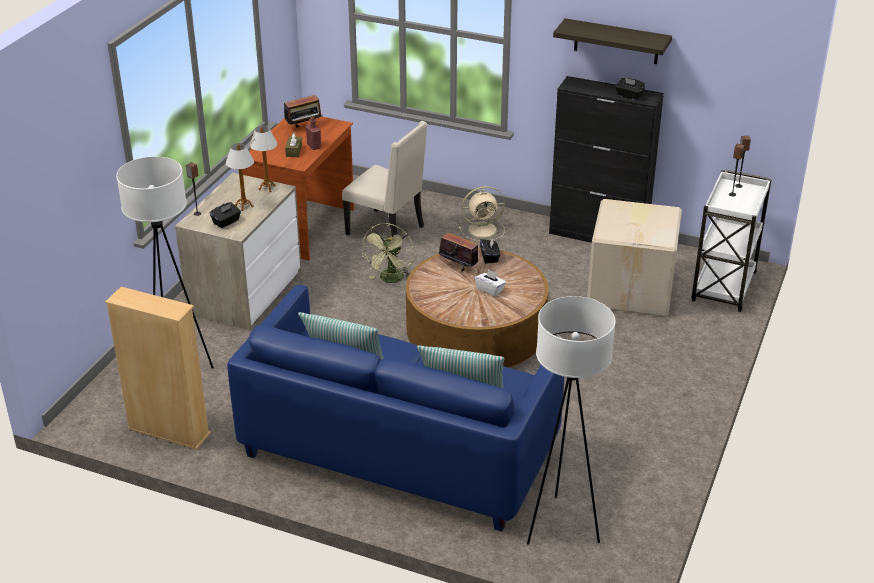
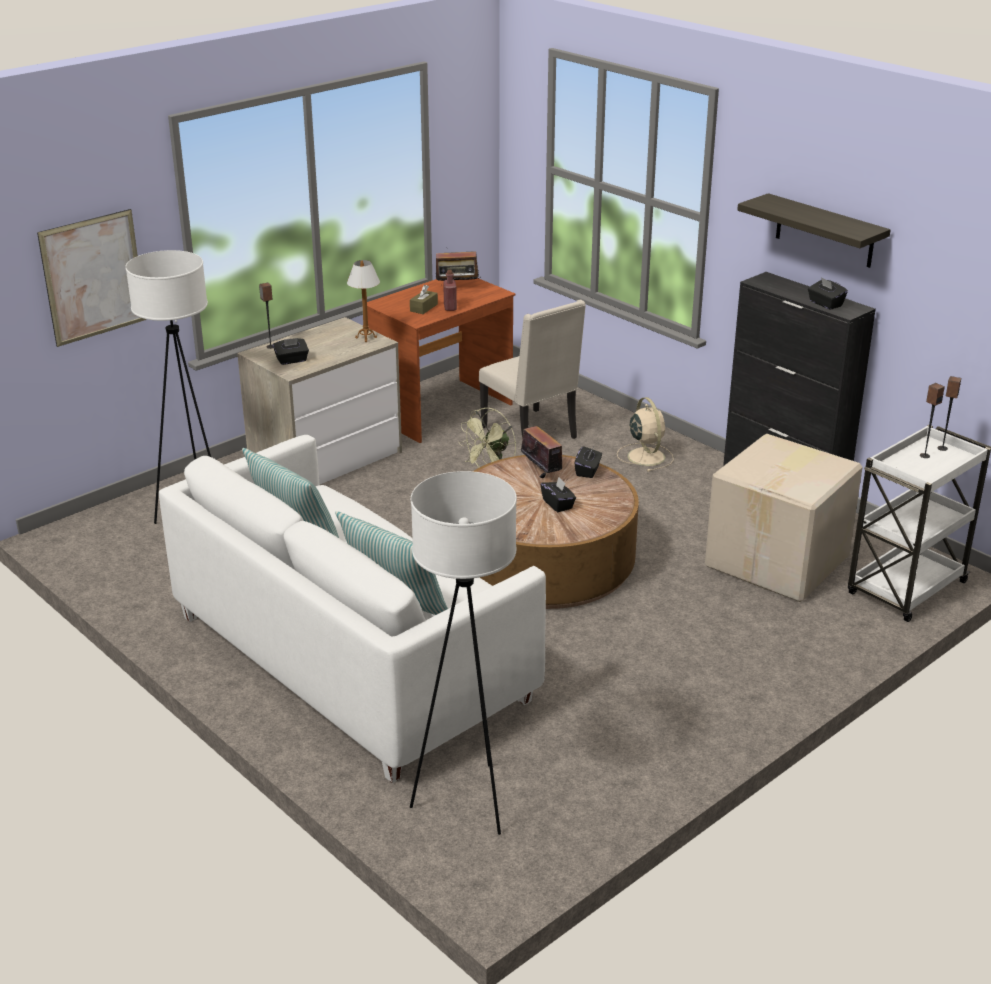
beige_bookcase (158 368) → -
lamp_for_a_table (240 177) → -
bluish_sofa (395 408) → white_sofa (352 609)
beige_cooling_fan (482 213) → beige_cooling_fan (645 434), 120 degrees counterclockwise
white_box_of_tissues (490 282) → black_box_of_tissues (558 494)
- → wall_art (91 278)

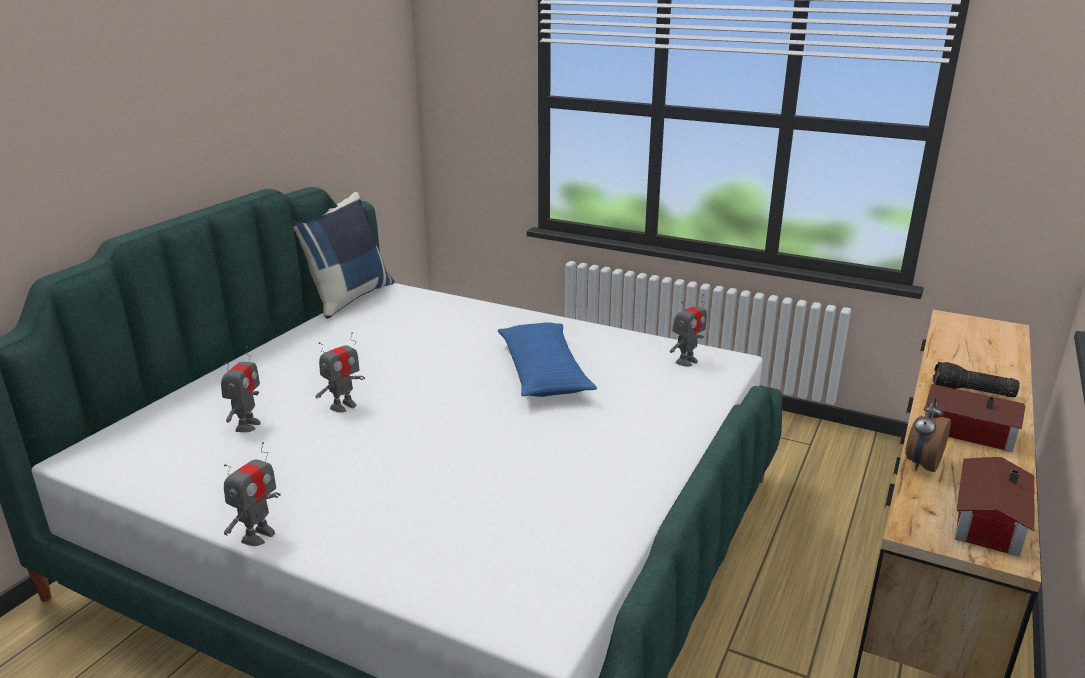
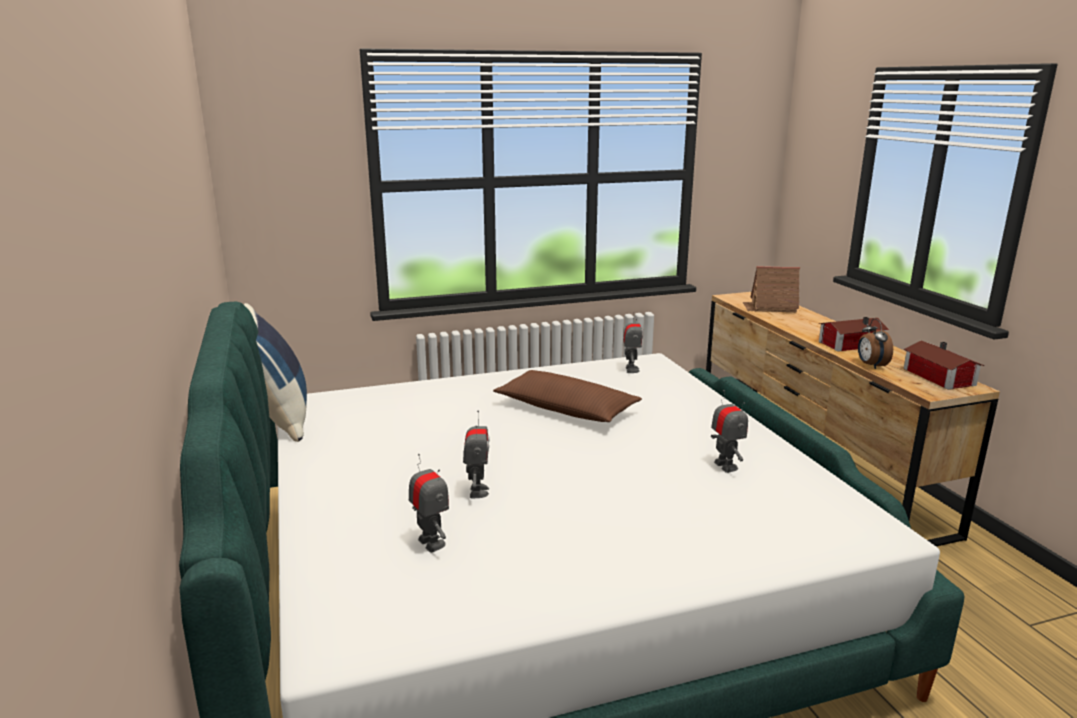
toy_robot (252 494) → toy_robot (729 431), relocated
bluish_pillow (547 359) → brown-coloured_pillow (567 396)
hand_torch (976 379) → -
- → miniature_house (771 289)

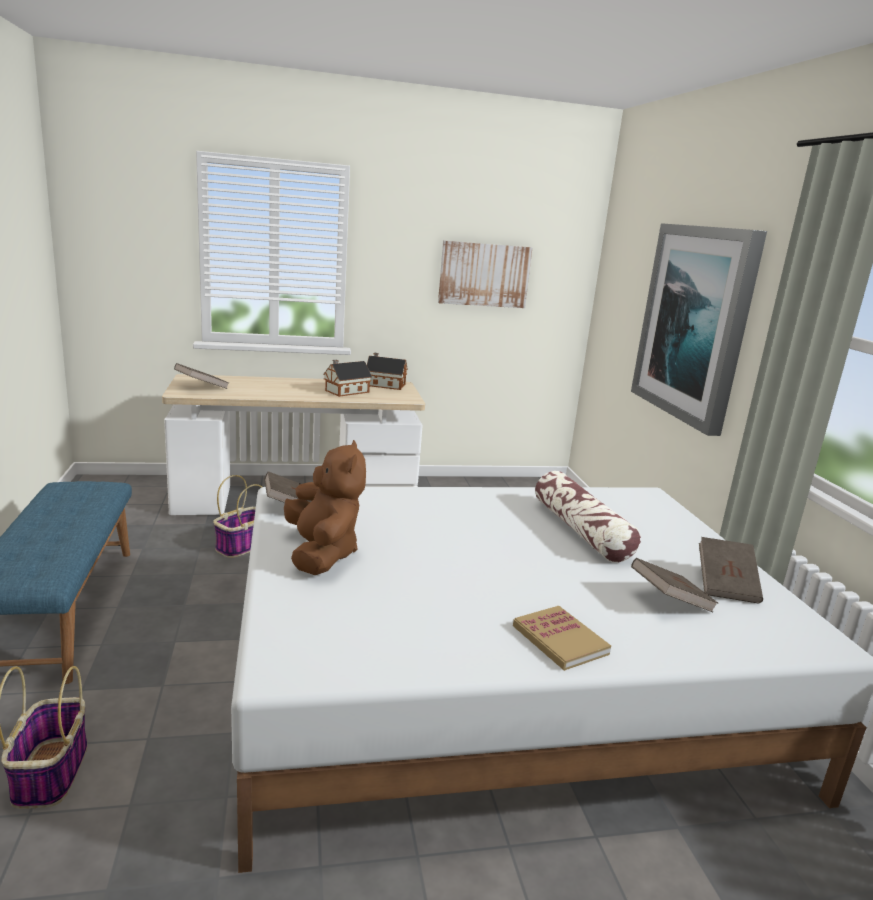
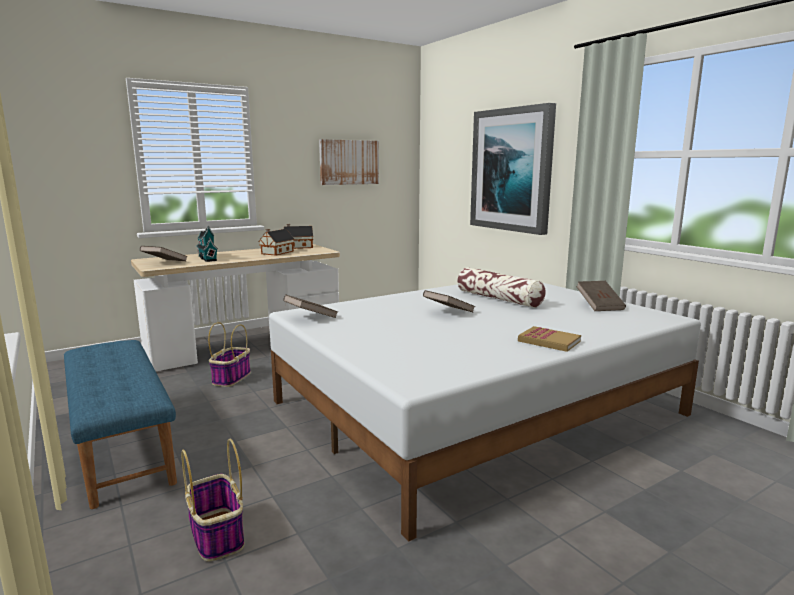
brown-coloured_soft_toy (325 507) → -
brown-coloured_bound_book (674 585) → brown-coloured_bound_book (449 301), relocated
- → miniature_house (207 243)

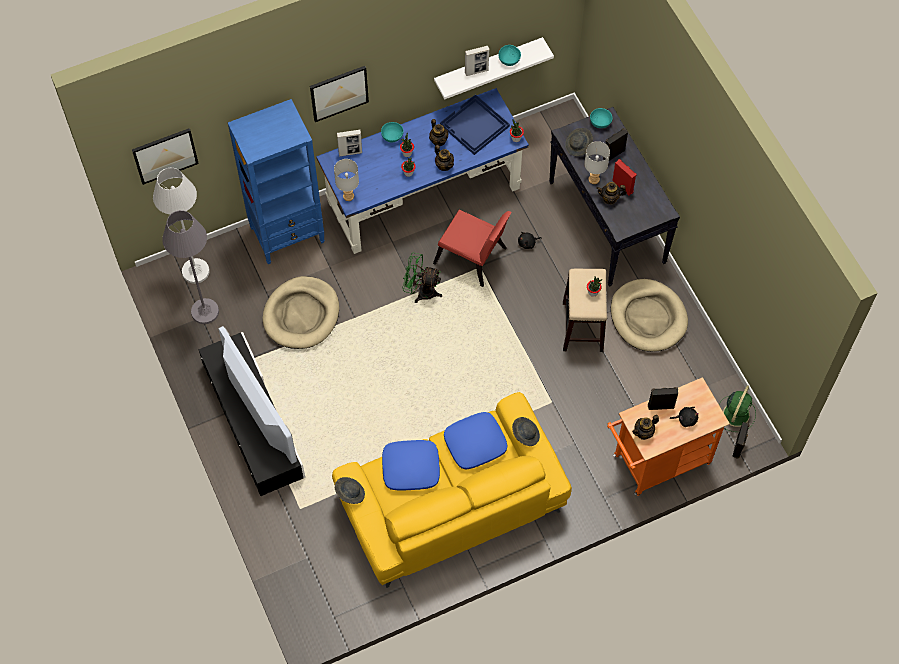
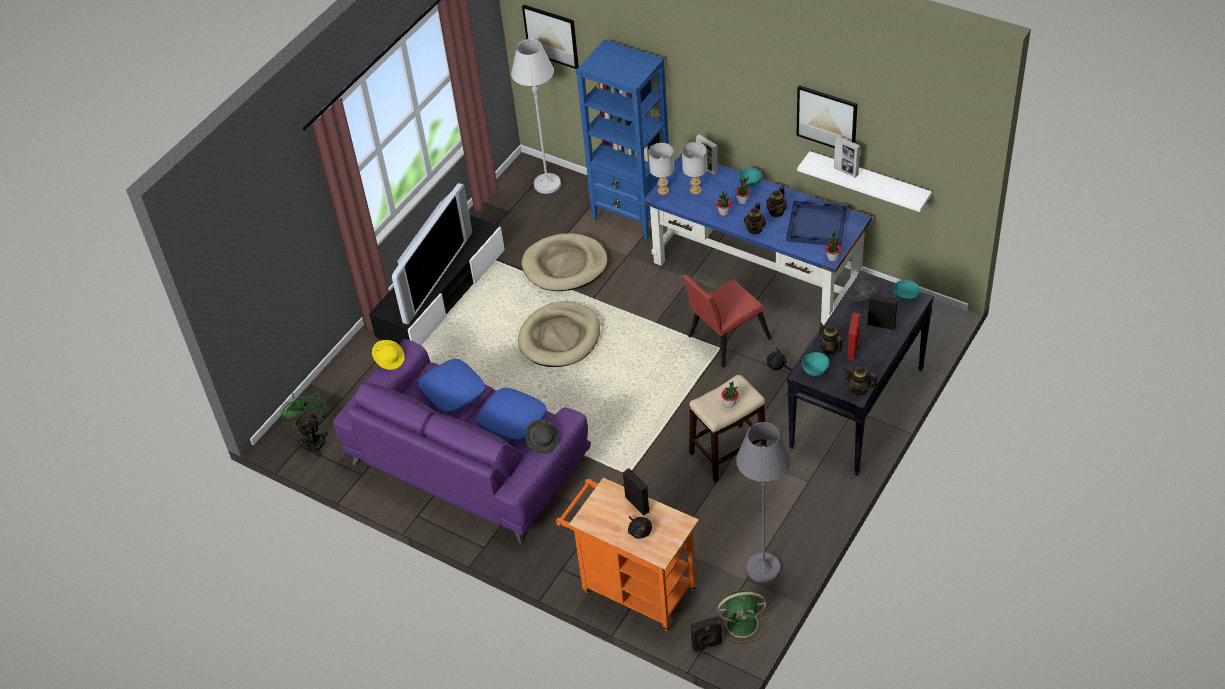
greyish_floor_lamp (190 267) → greyish_floor_lamp (763 502), relocated
wall_art (339 94) → wall_art (826 116), relocated
yellow_sofa (452 490) → purplish_sofa (462 441)
greyish_clothing_hat (350 490) → yellow_clothing_hat (388 355)
green_cooling_fan (422 277) → green_cooling_fan (304 424), relocated
reddish_upright_chair (472 248) → reddish_upright_chair (727 321), 60 degrees clockwise
turquoise-coloured_deep_dish (509 55) → turquoise-coloured_deep_dish (815 364), relocated
greyish_lamp_for_a_table (597 162) → greyish_lamp_for_a_table (694 168), relocated
beige_dog_bed (649 315) → beige_dog_bed (559 334), relocated
tea_pot (645 427) → tea_pot (860 380), relocated

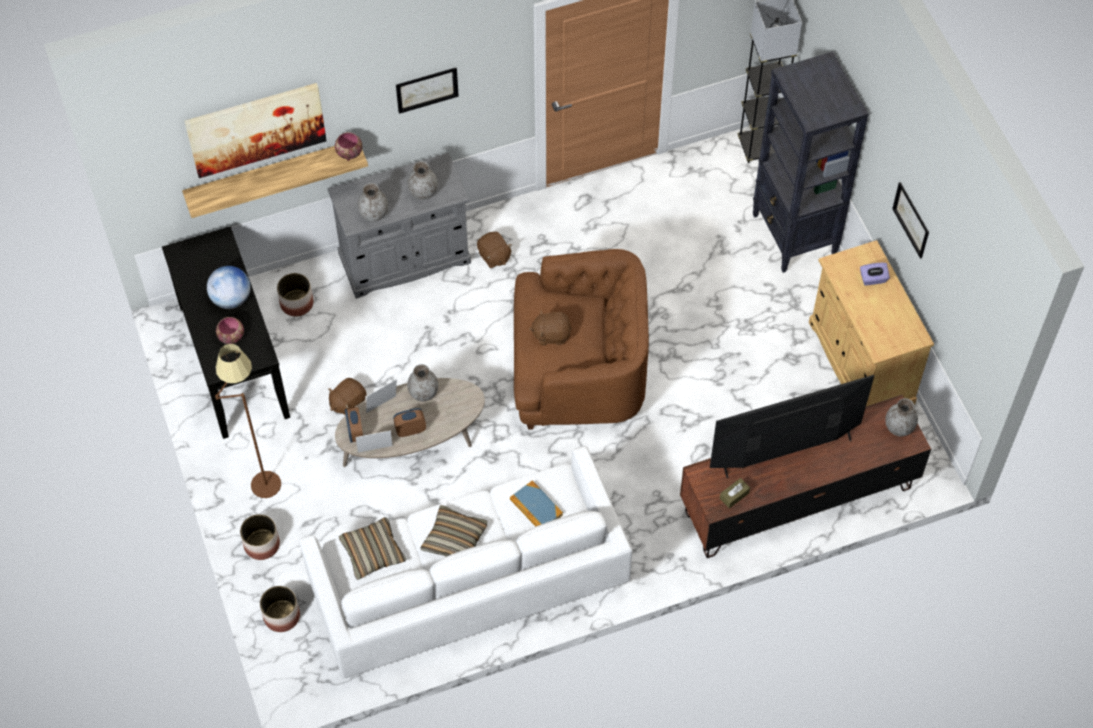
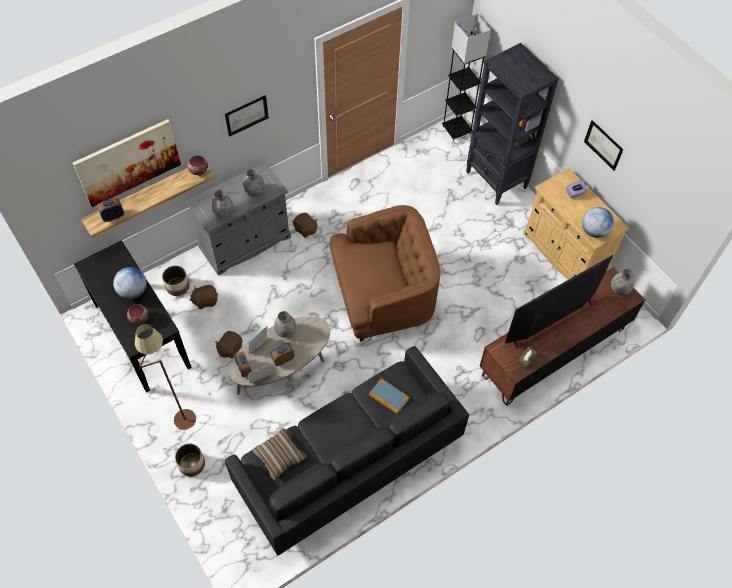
plant_pot (280 609) → -
white_sofa (465 562) → black_sofa (347 451)
pillow (454 530) → -
brown-coloured_soft_toy (550 327) → brown-coloured_soft_toy (204 297), relocated
- → bedside_clock (110 210)
- → desk_globe (598 222)

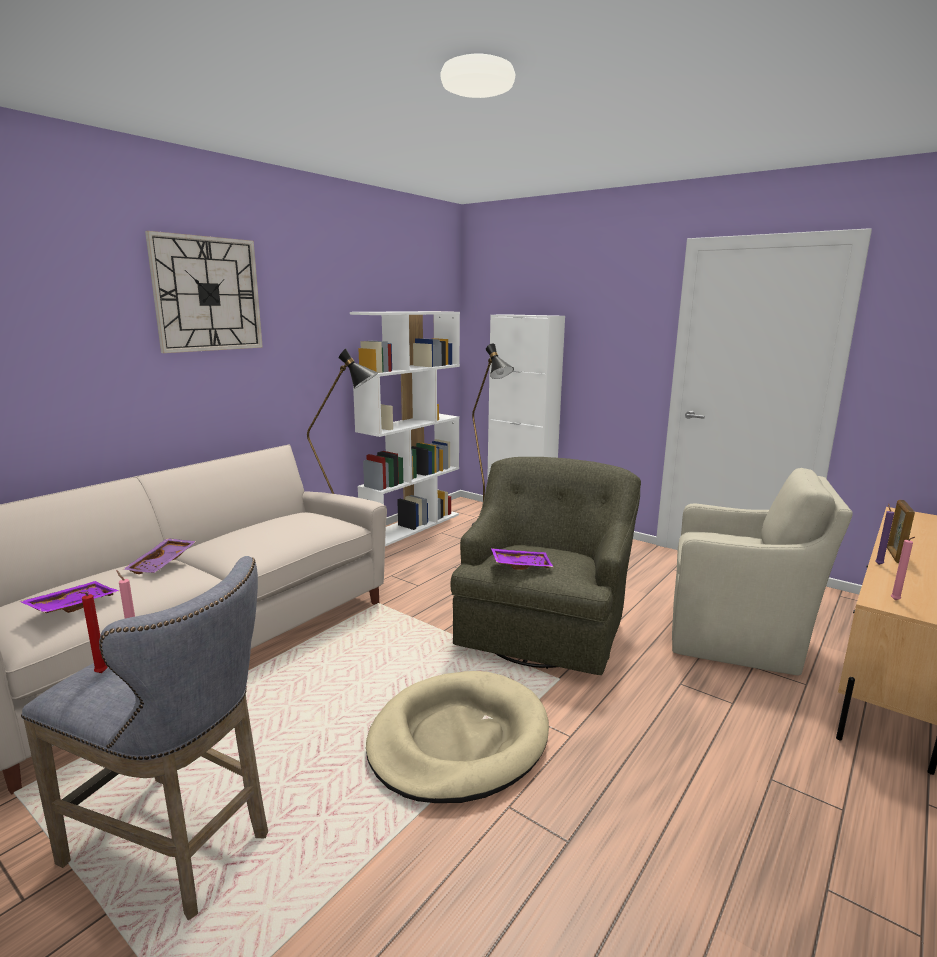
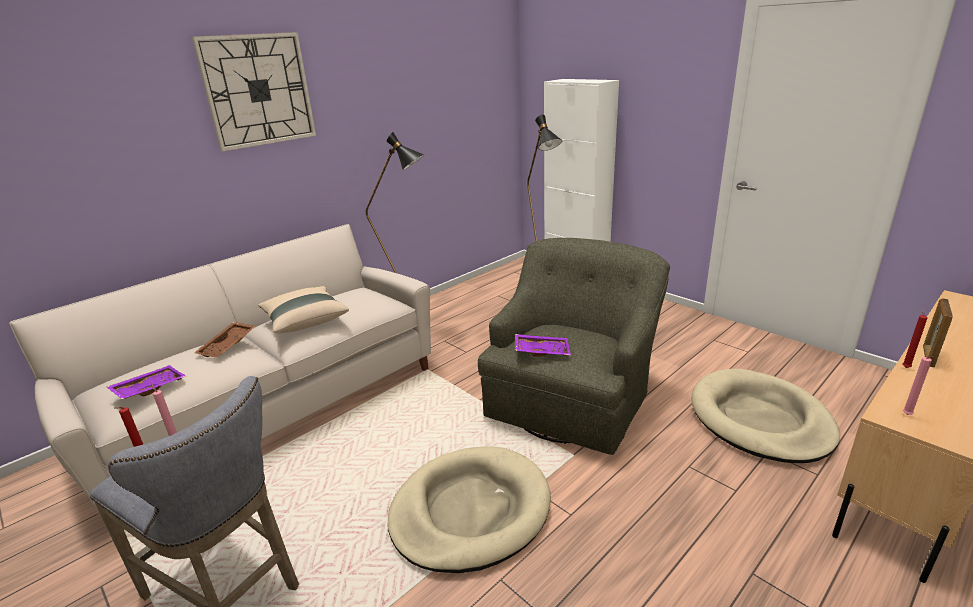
purplish_tray (160 556) → brown-coloured_tray (224 339)
white_bookcase (405 428) → -
beige_easy_chair (762 571) → beige_dog_bed (766 415)
purplish_wax_candle (884 534) → reddish_wax_candle (915 337)
- → beige_pillow (303 309)

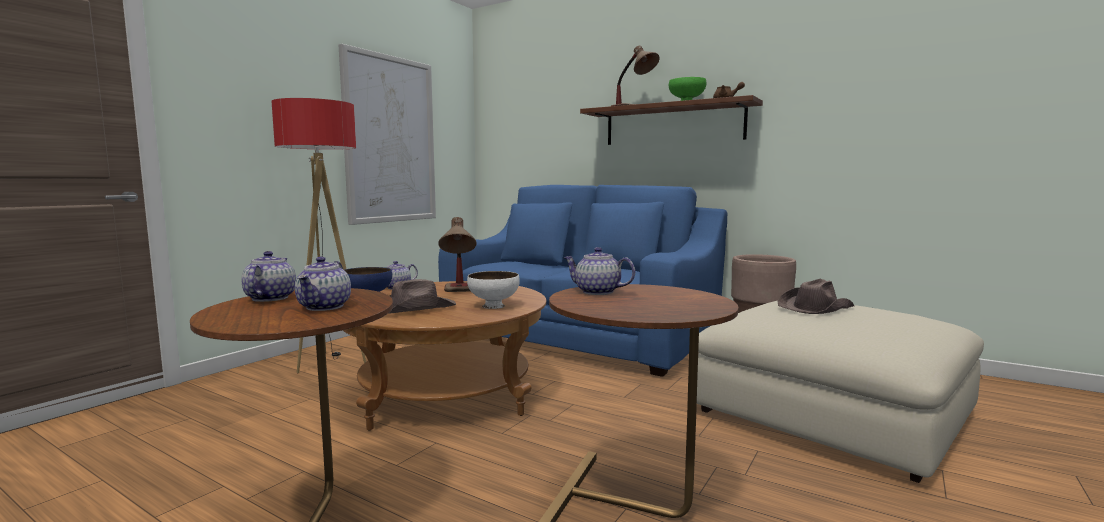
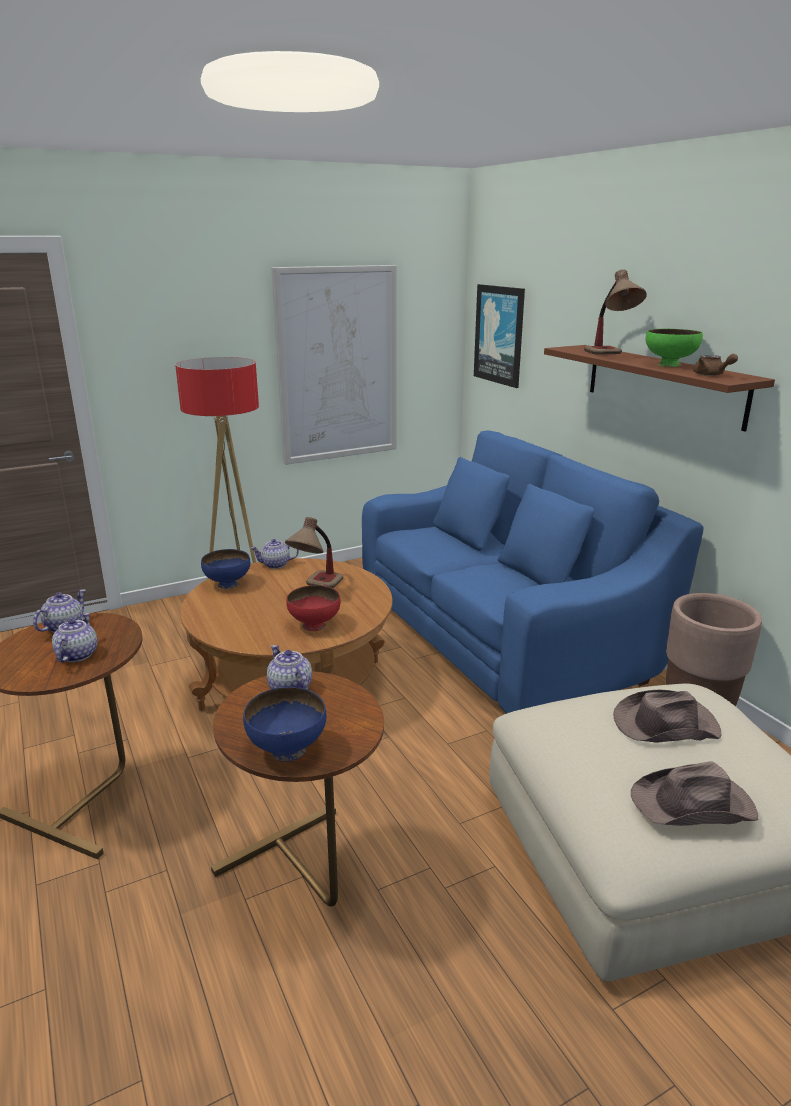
tea_pot (323 284) → tea_pot (74 637), 150 degrees clockwise
brown-coloured_clothing_hat (422 296) → brown-coloured_clothing_hat (694 794), relocated
white_deep_dish (493 290) → reddish_deep_dish (313 608)
- → bluish_deep_dish (284 724)
- → wall_art (499 336)

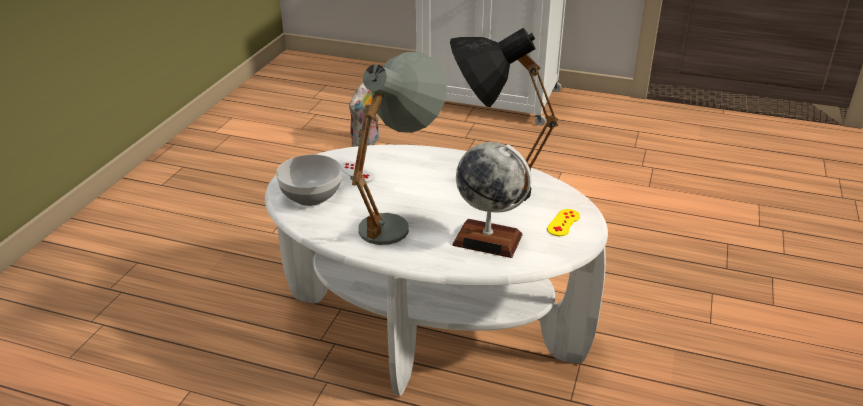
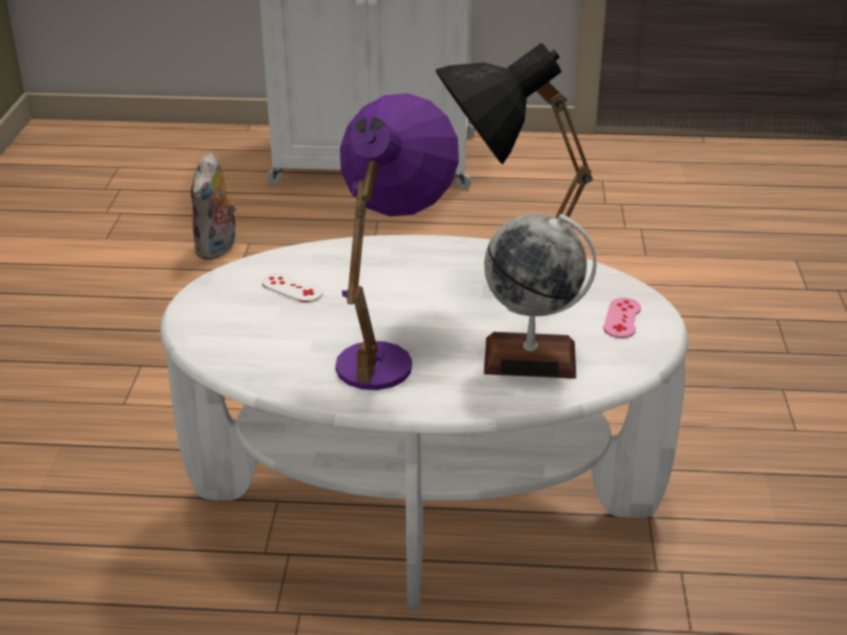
deep_dish (309 180) → -
greyish_lamp_for_a_table (398 148) → purplish_lamp_for_a_table (397 241)
yellow_game_controller (563 222) → pink_game_controller (622 318)

